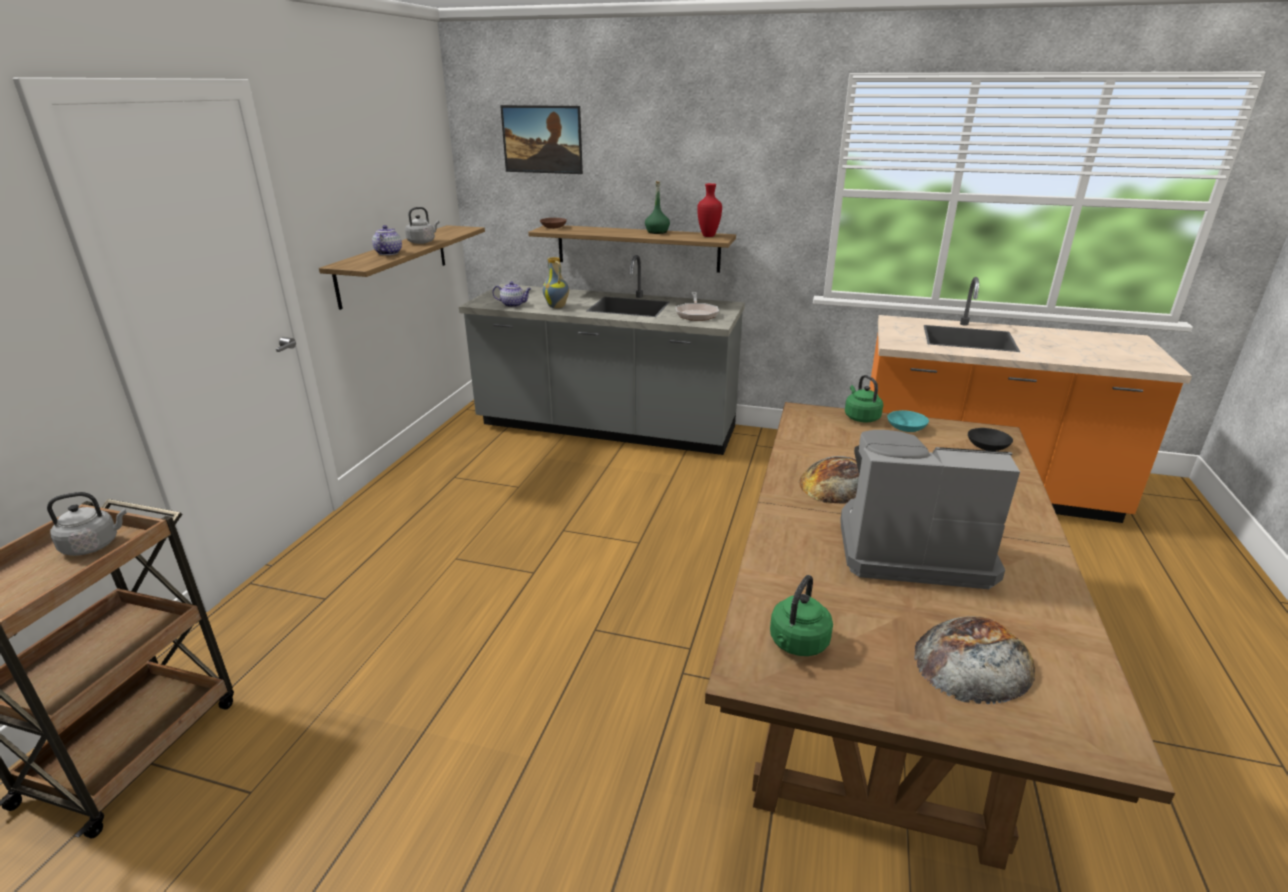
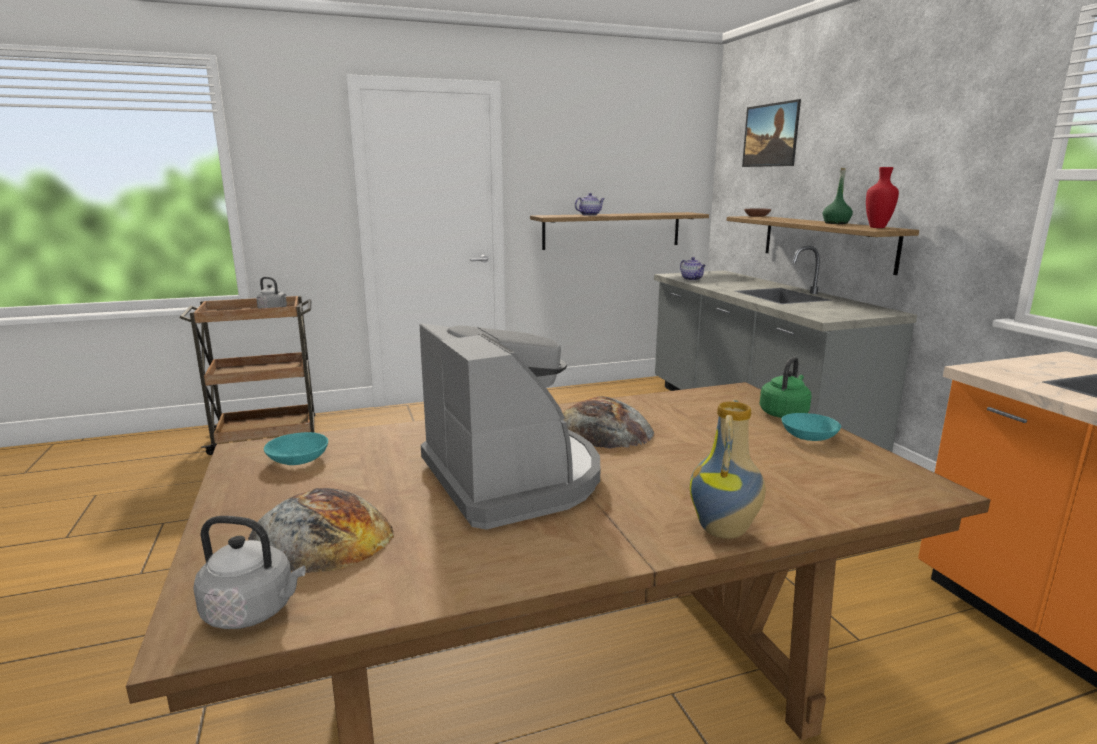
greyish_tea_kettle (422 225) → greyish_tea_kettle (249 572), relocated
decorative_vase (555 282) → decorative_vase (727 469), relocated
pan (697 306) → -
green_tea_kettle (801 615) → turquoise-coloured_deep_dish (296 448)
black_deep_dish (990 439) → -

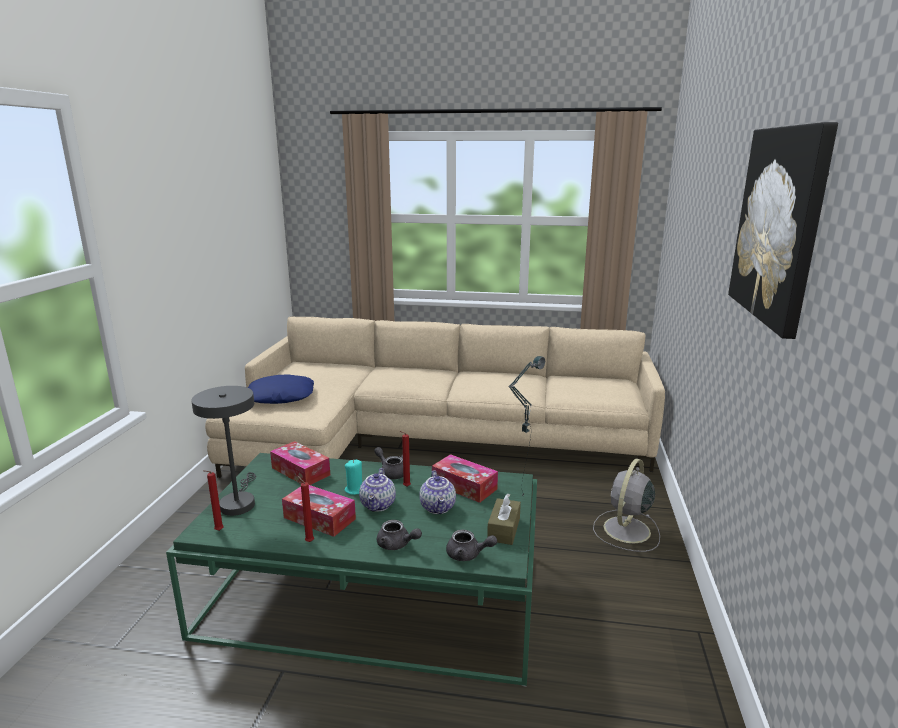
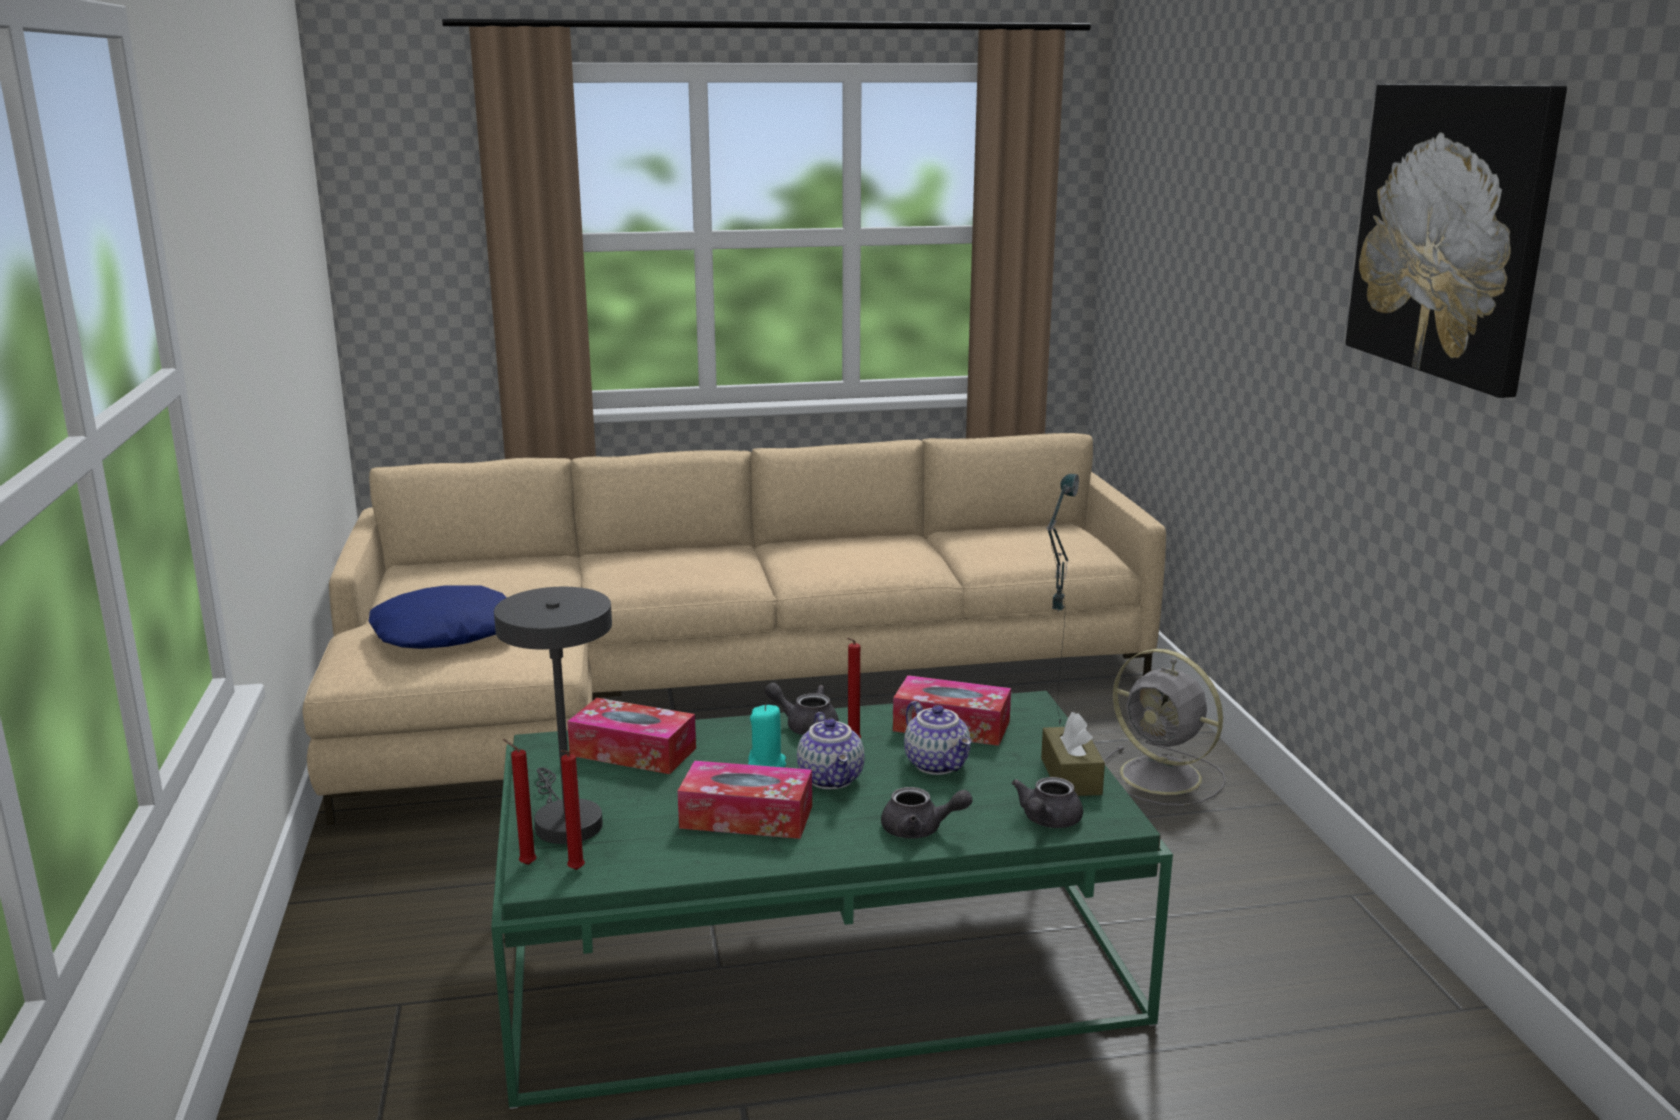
reddish_wax_candle (306 509) → reddish_wax_candle (519 802), relocated
greyish_tea_pot (471 545) → greyish_tea_pot (1047 802), 120 degrees clockwise
greyish_cooling_fan (626 505) → greyish_cooling_fan (1165 727), 60 degrees counterclockwise

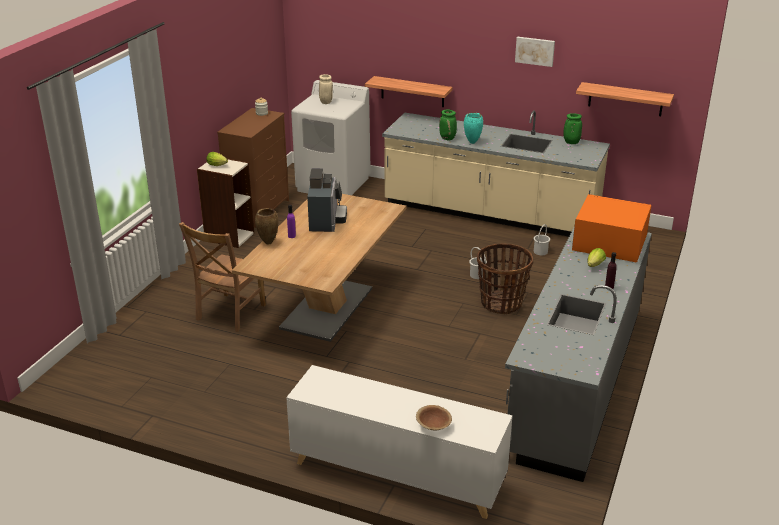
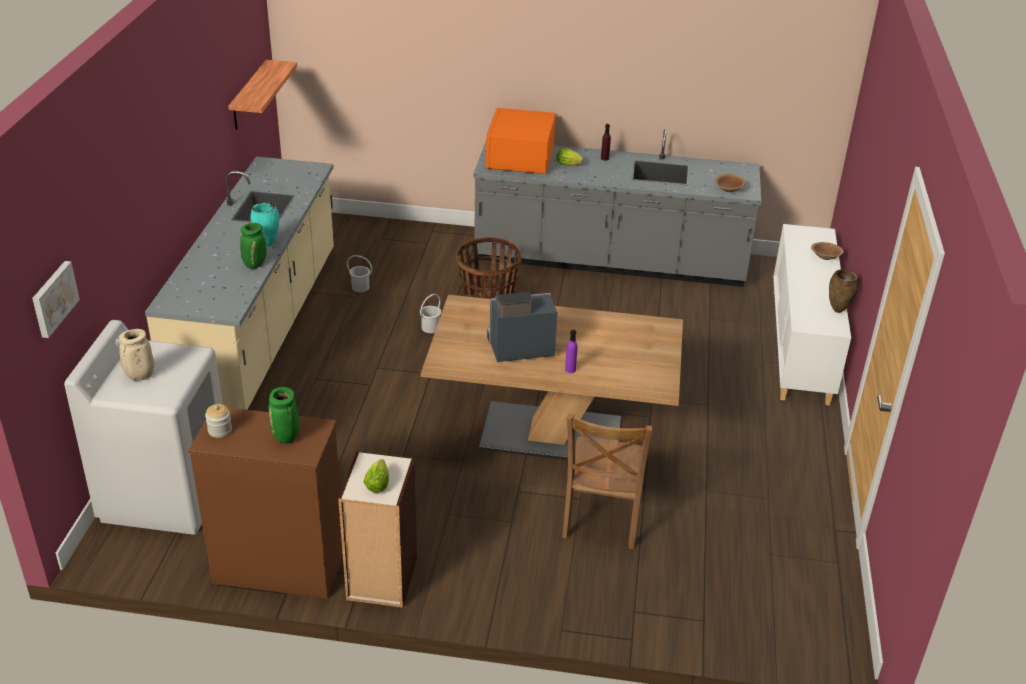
brown-coloured_upright_chair (222 277) → brown-coloured_upright_chair (607 481), 90 degrees clockwise
brown-coloured_decorative_vase (266 226) → brown-coloured_decorative_vase (844 291), relocated
bracket_shelf (409 91) → -
wall_art (535 52) → wall_art (56 299), relocated
green_decorative_vase (572 128) → green_decorative_vase (284 415), relocated
- → brown-coloured_deep_dish (730 183)

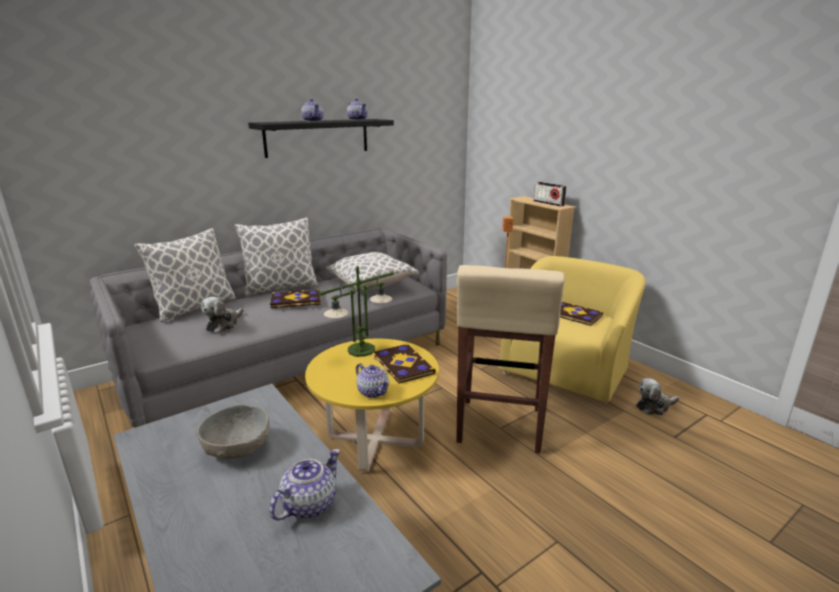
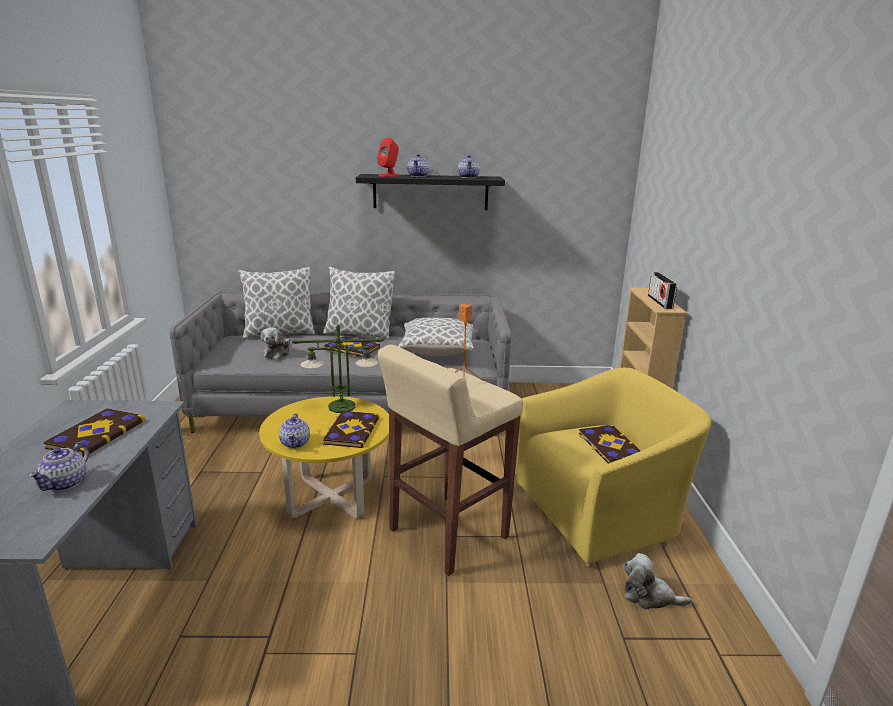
greyish_deep_dish (233 431) → bound_book (94 432)
soft_toy (222 315) → soft_toy (275 343), 45 degrees counterclockwise
tea_pot (304 484) → tea_pot (58 466), 120 degrees clockwise
- → reddish_loudspeaker (388 157)

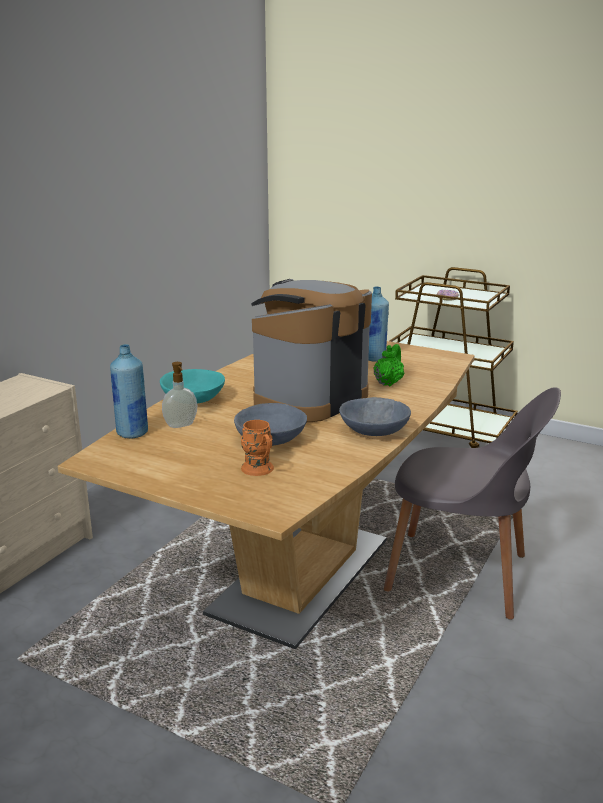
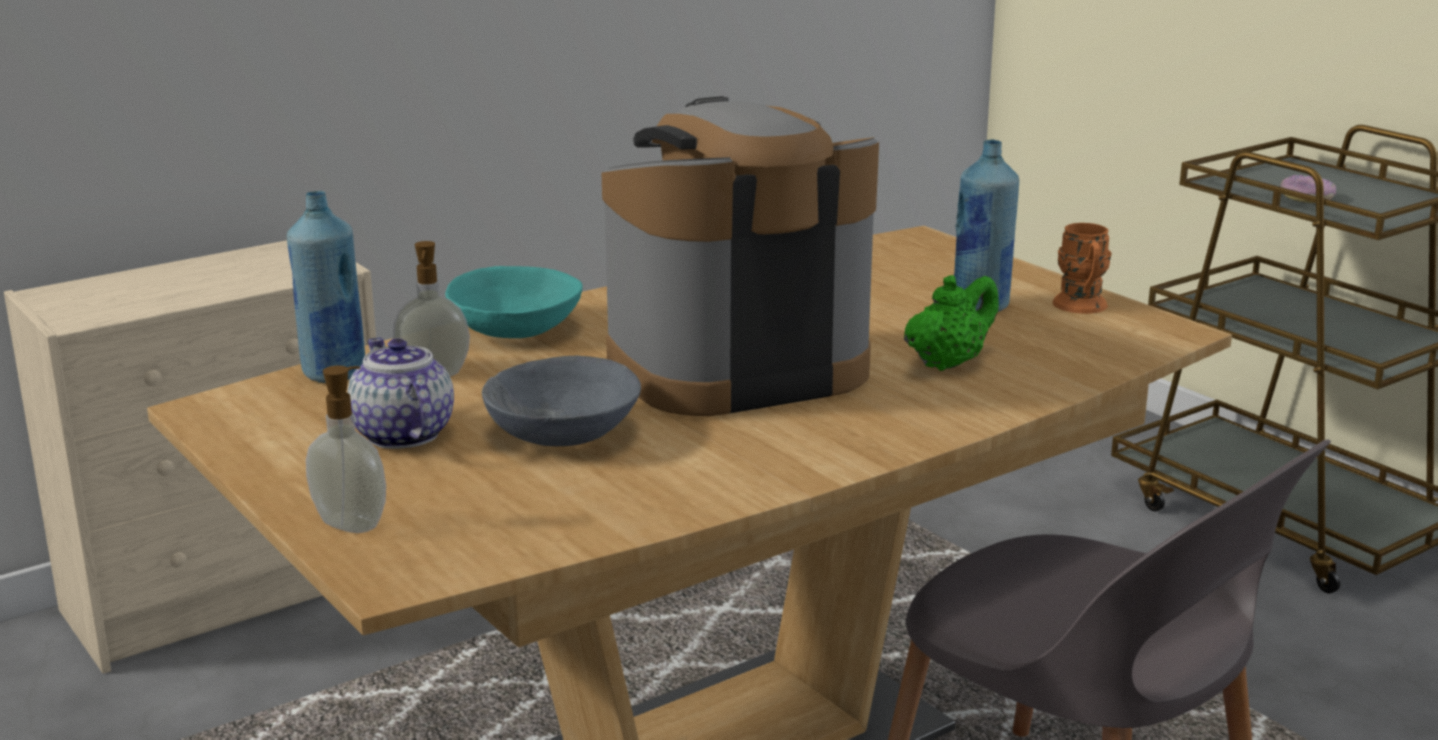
orangey_mug (257 448) → orangey_mug (1082 268), relocated
greyish_deep_dish (375 416) → -
- → soap_dispenser (346 449)
- → tea_pot (400 393)

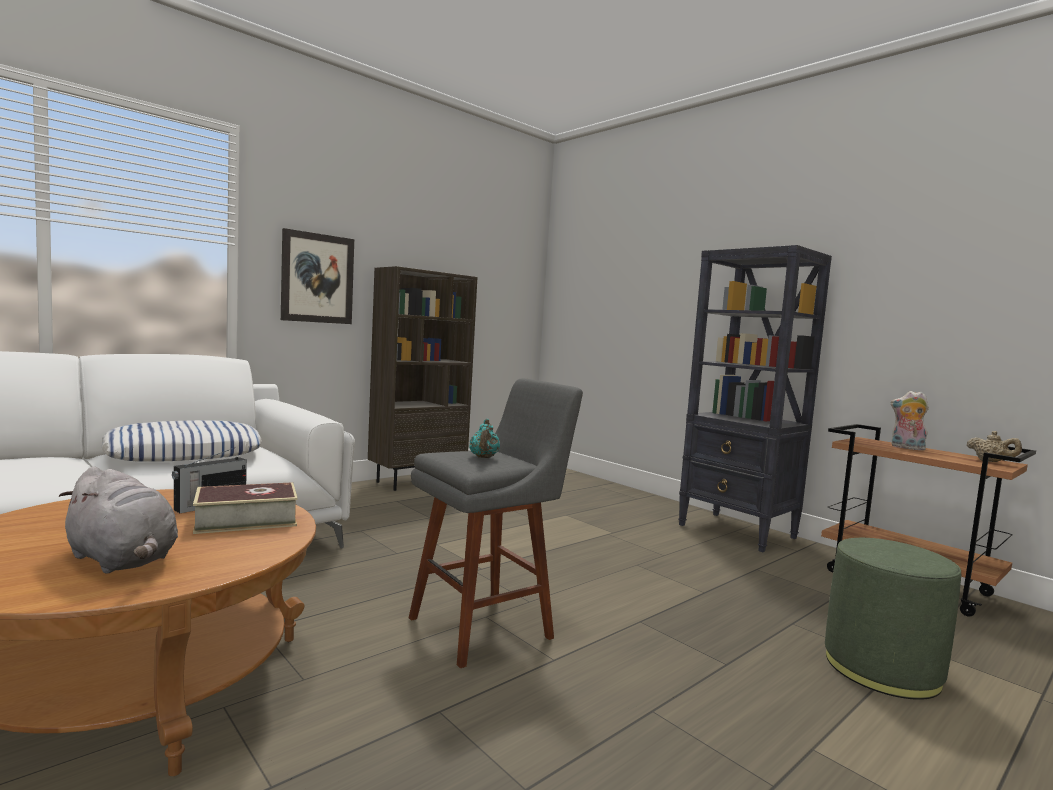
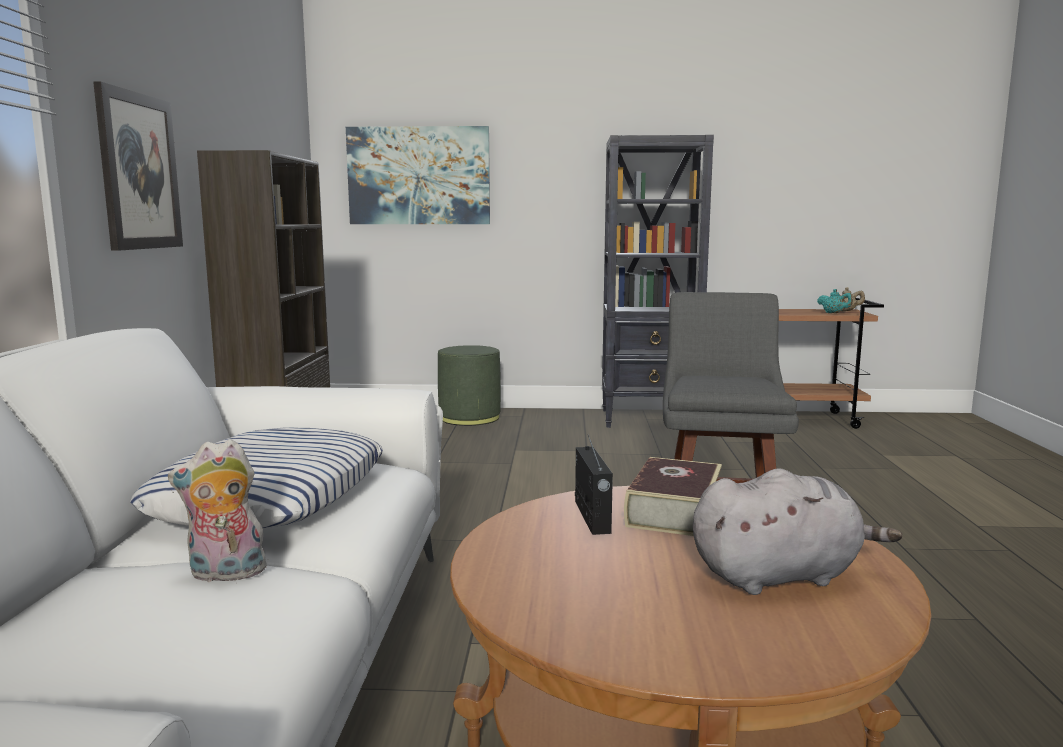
turquoise-coloured_tea_pot (484 438) → turquoise-coloured_tea_pot (835 301), relocated
green_pouffe (893 619) → green_pouffe (469 385), relocated
soft_toy (910 420) → soft_toy (217 510), relocated
- → wall_art (418 175)

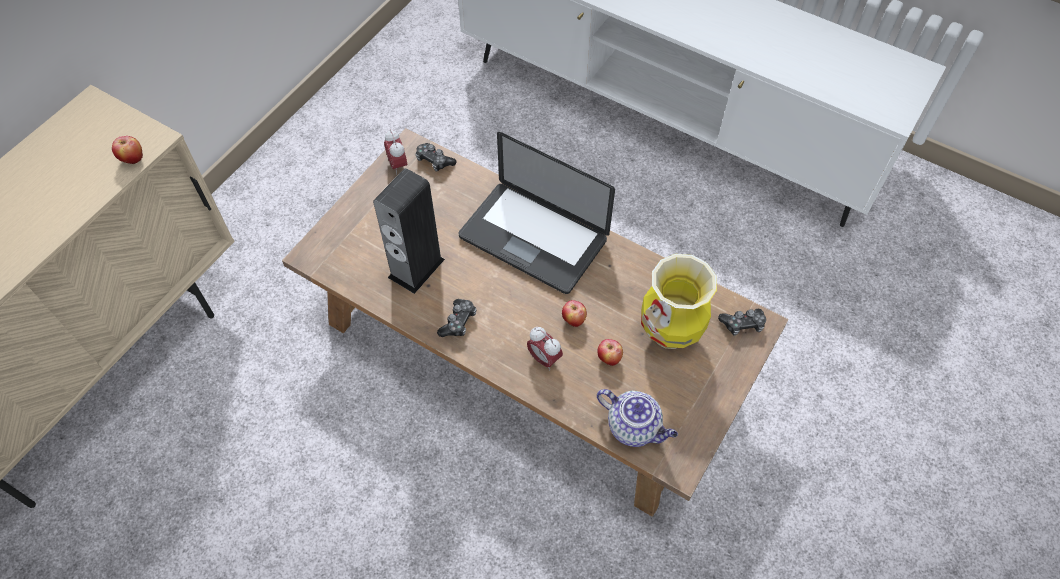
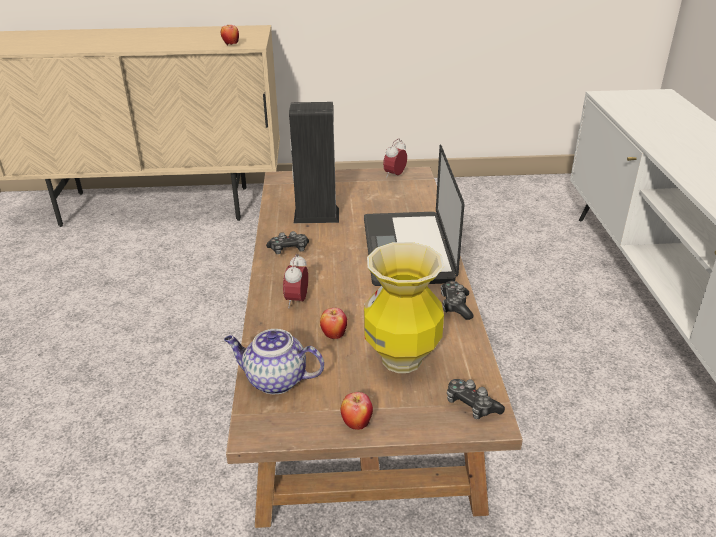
game_controller (435 157) → game_controller (457 300), relocated
apple_fruit (574 313) → apple_fruit (357 411), relocated
tea_pot (637 418) → tea_pot (274 361), 105 degrees clockwise

